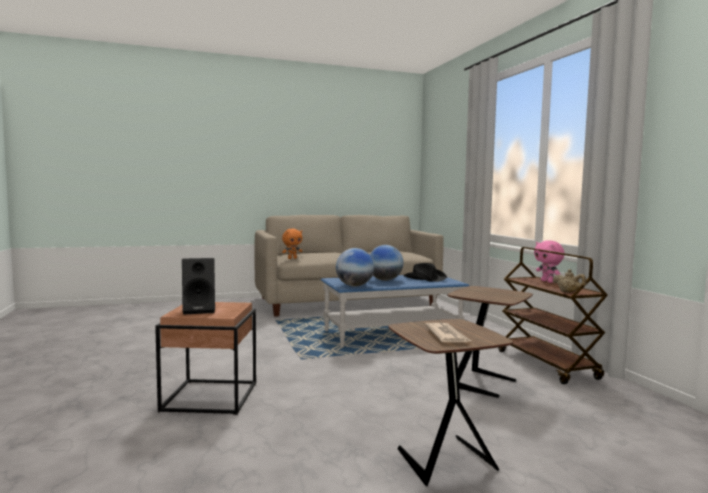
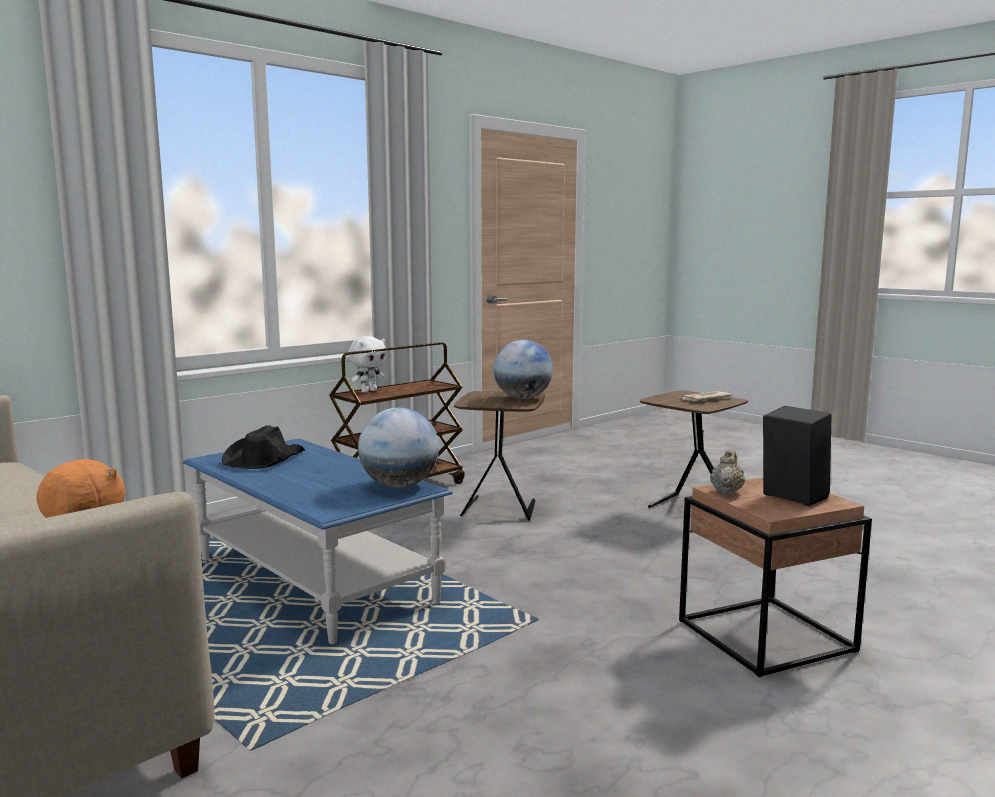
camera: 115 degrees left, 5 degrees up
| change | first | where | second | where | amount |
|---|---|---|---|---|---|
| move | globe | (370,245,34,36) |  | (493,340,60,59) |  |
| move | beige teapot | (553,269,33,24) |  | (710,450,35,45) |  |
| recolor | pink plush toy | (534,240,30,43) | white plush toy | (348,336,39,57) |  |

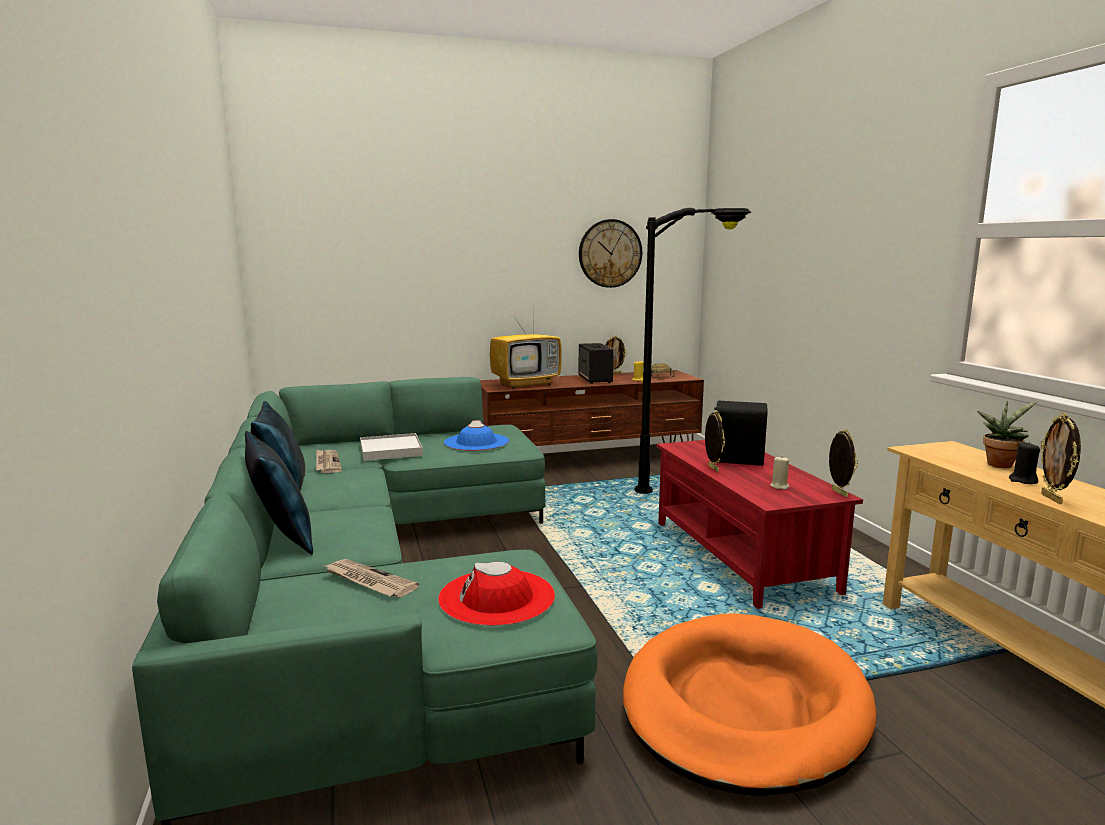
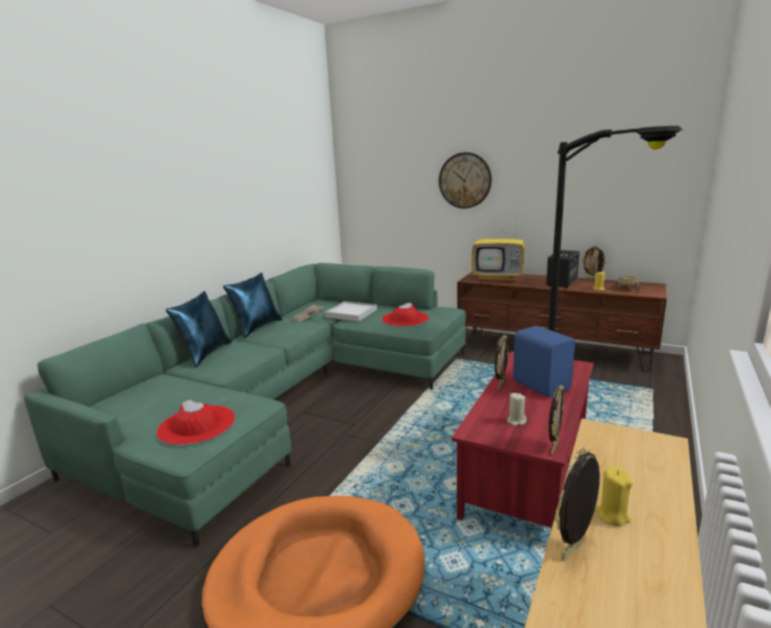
camera: 45 degrees right, 5 degrees up
| change | first | where | second | where | amount |
|---|---|---|---|---|---|
| delete | newspaper | (324,559,95,38) |  |  |  |
| delete | potted plant | (977,401,61,67) |  |  |  |
| move | wall clock | (579,219,63,69) |  | (439,152,53,57) |  |
| recolor | blue hat | (444,420,65,31) | red hat | (382,303,47,23) |  |
| recolor | black speaker | (714,401,54,65) | blue speaker | (513,326,62,71) |  |
| recolor | black candle | (1009,441,31,43) | yellow candle | (595,467,37,59) |  |

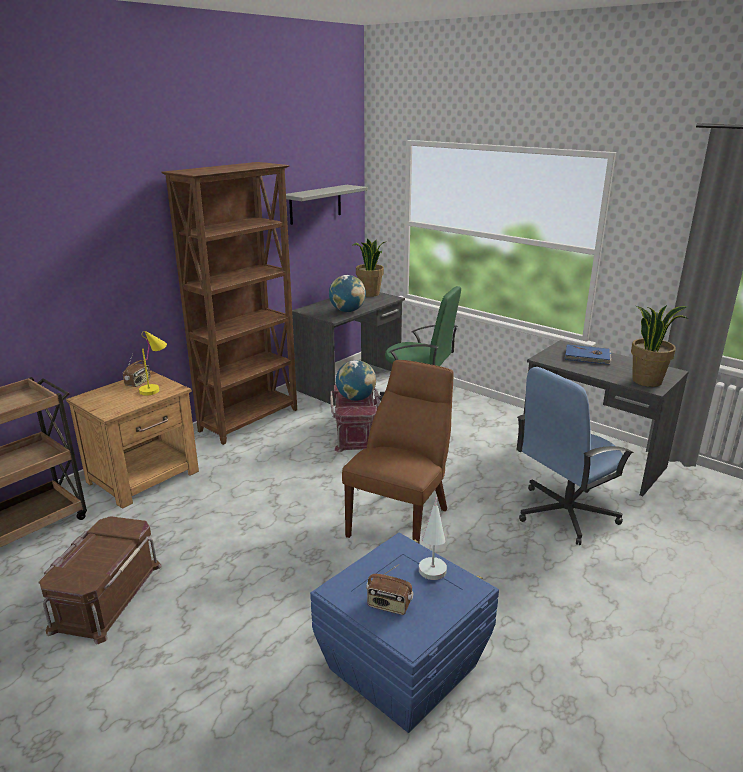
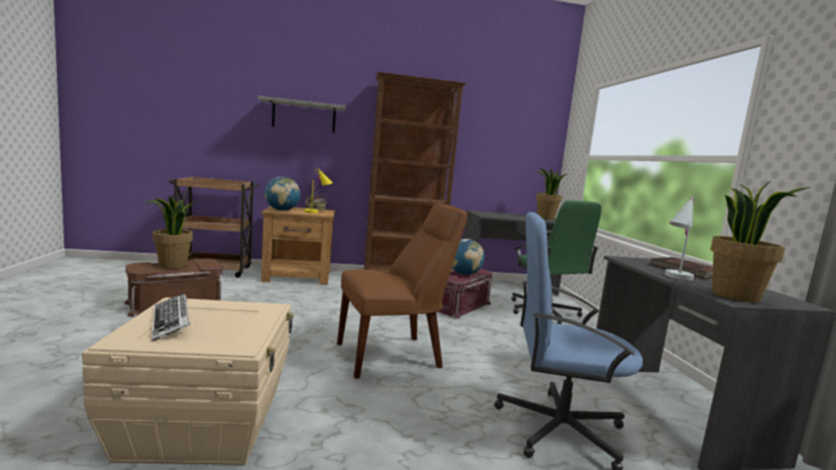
camera: 40 degrees right, 15 degrees down
| change | first | where | second | where | amount |
|---|---|---|---|---|---|
| insert |  |  | potted plant | (146,196,51,72) |  |
| move | grey shelf | (286,185,82,40) |  | (258,96,88,37) |  |
| move | globe | (329,275,37,37) |  | (265,177,35,34) |  |
| move | white table lamp | (419,497,28,83) |  | (665,197,29,83) |  |
| replace | radio | (366,564,47,51) | keyboard | (152,294,38,47) |  |
| recolor | blue storage box | (310,533,189,200) | beige storage box | (82,297,212,168) |  |
| recolor | blue book | (565,344,46,21) | brown book | (649,257,64,22) |  |

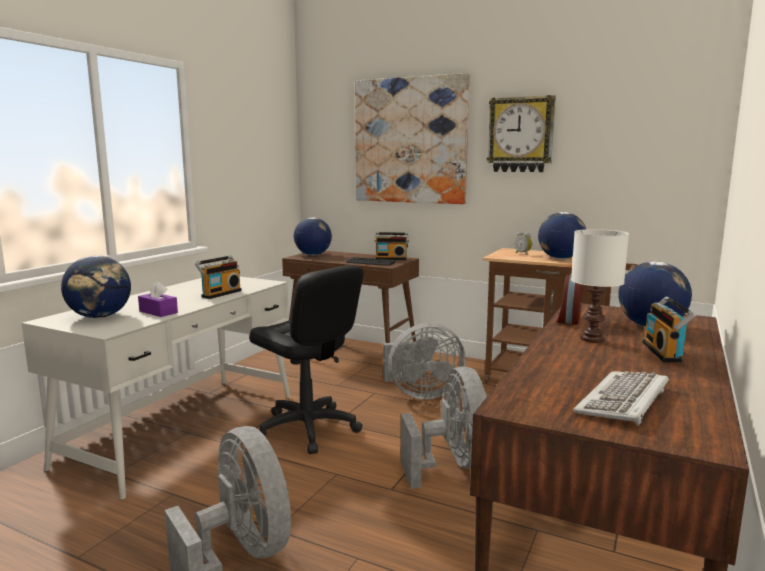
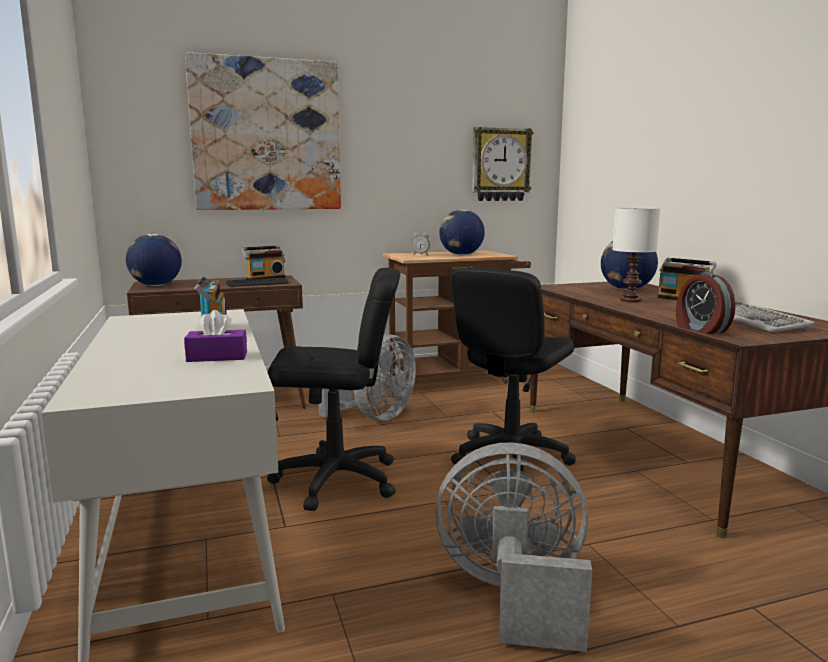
camera: 45 degrees left, 0 degrees up
| change | first | where | second | where | amount |
|---|---|---|---|---|---|
| delete | globe | (61,255,70,63) |  |  |  |
| move | wall clock | (487,95,69,77) |  | (472,127,61,74) |  |
| move | alarm clock | (557,273,26,52) |  | (676,272,60,62) |  |
| replace | grey fan | (401,366,86,123) | black office chair | (451,267,125,208) |  |

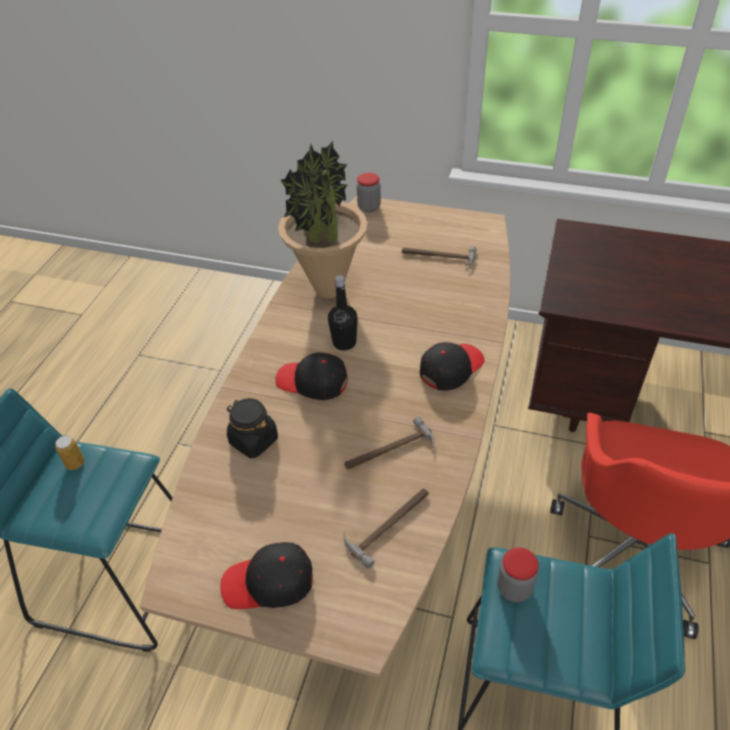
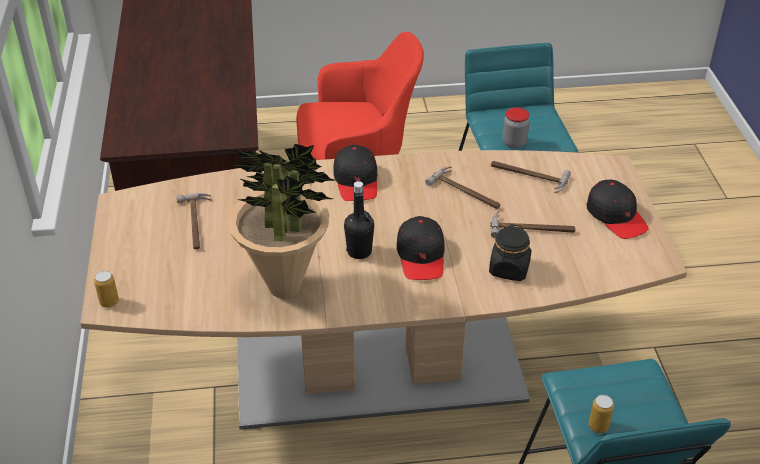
camera: 115 degrees left, 5 degrees down
| change | first | where | second | where | amount |
|---|---|---|---|---|---|
| insert |  |  | hammer | (490,210,85,28) |  |
| replace | jar | (357,173,24,39) | can | (94,271,25,37) |  |
| rotate | black cap | (420,342,64,49) |  | (333,145,44,56) | 120 degrees counterclockwise |

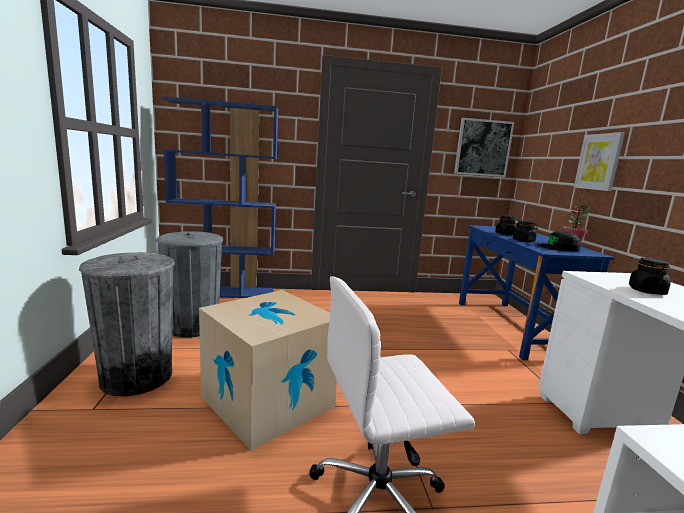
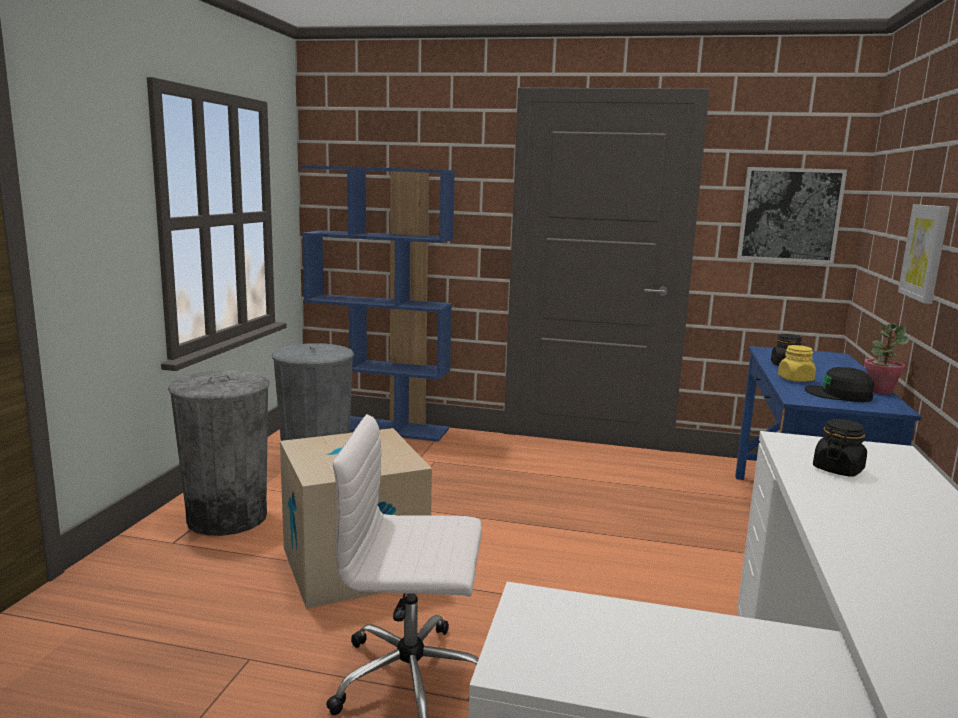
camera: 20 degrees right, 0 degrees up
| change | first | where | second | where | amount |
|---|---|---|---|---|---|
| recolor | black jar | (513,220,25,22) | yellow jar | (778,345,38,37) |  |

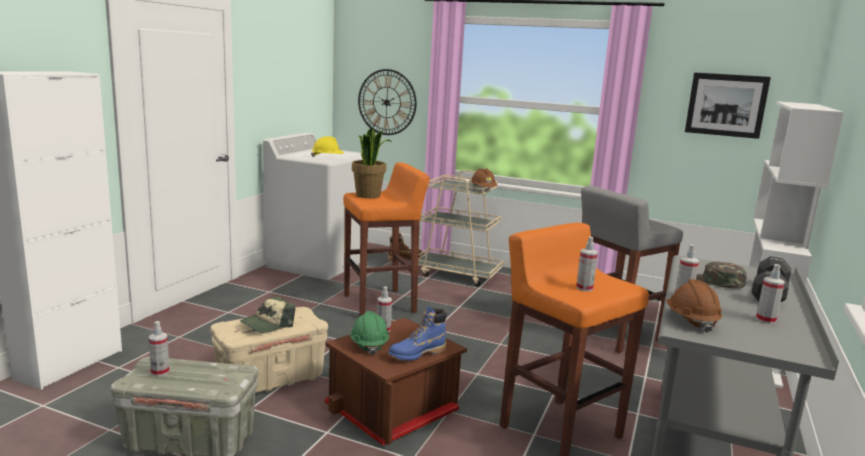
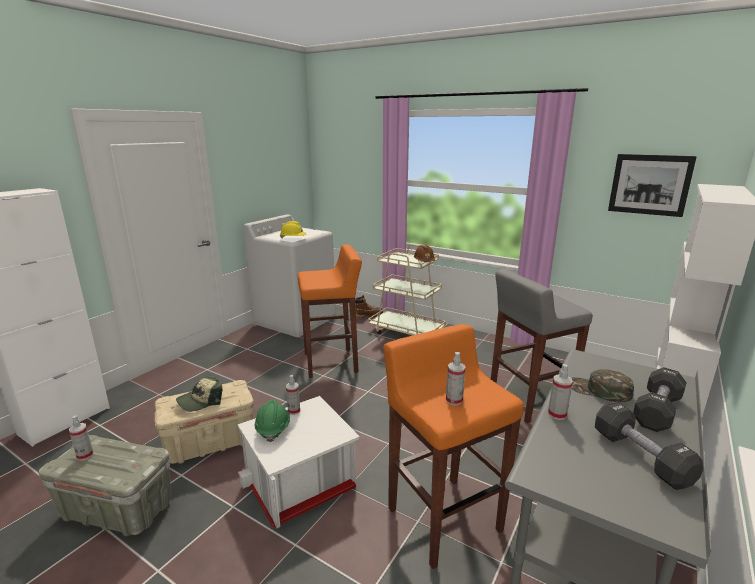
camera: 10 degrees right, 5 degrees up
| change | first | where | second | where | amount |
|---|---|---|---|---|---|
| delete | potted plant | (352,127,40,71) |  |  |  |
| delete | wall clock | (358,69,58,66) |  |  |  |
| delete | blue boot | (388,306,59,55) |  |  |  |
| delete | brown hard hat | (666,279,56,54) |  |  |  |
| replace | spray bottle | (756,264,29,60) | black dumbbell | (595,402,108,88) |  |
| recolor | brown storage box | (324,318,143,127) | white storage box | (237,396,123,132) |  |

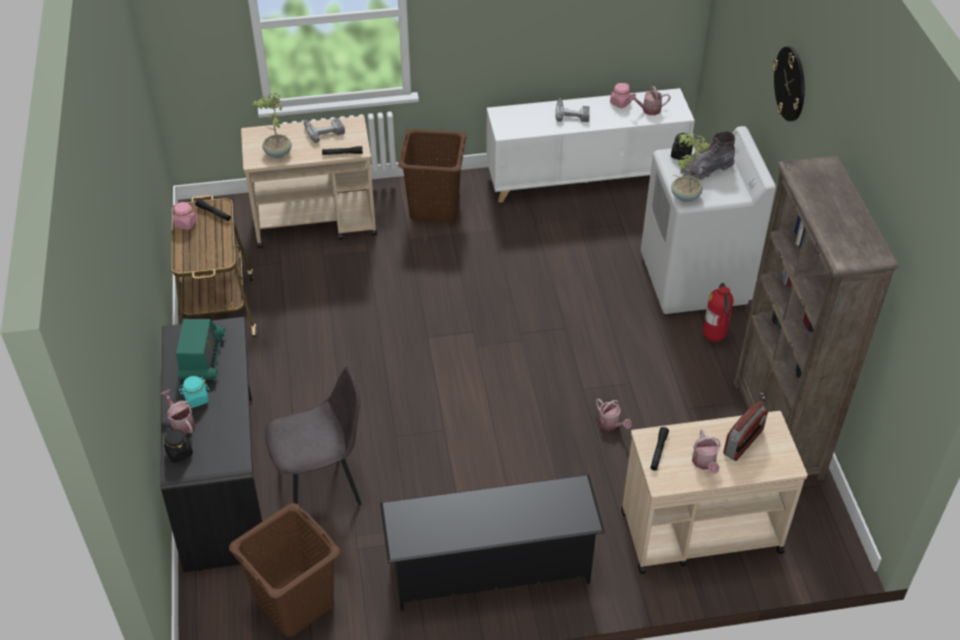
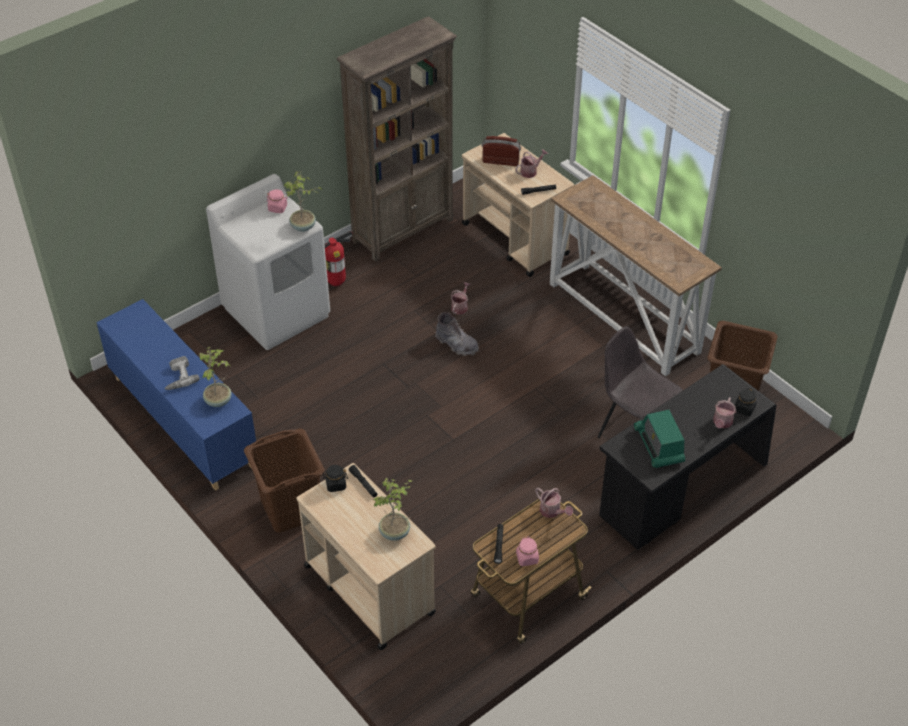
camera: 120 degrees left, 0 degrees up
| change | first | where | second | where | amount |
|---|---|---|---|---|---|
| delete | turquoise jar | (179,376,30,32) |  |  |  |
| delete | power drill | (304,118,41,25) |  |  |  |
| delete | wall clock | (773,46,32,75) |  |  |  |
| insert |  |  | potted plant | (199,347,33,60) |  |
| move | pink jar | (610,83,21,25) |  | (267,189,21,24) |  |
| move | watering can | (629,86,41,29) |  | (535,488,38,30) |  |
| move | black jar | (671,133,22,27) |  | (322,465,26,27) |  |
| move | grey boot | (680,131,55,49) |  | (435,312,44,44) |  |
| replace | black shoe rack | (380,475,225,136) | console table | (550,175,172,201) |  |
| recolor | white cabinet | (486,88,209,115) | blue cabinet | (96,299,160,192) |  |
| rotate | radio | (176,319,49,61) |  | (634,410,51,58) | 75 degrees counterclockwise |

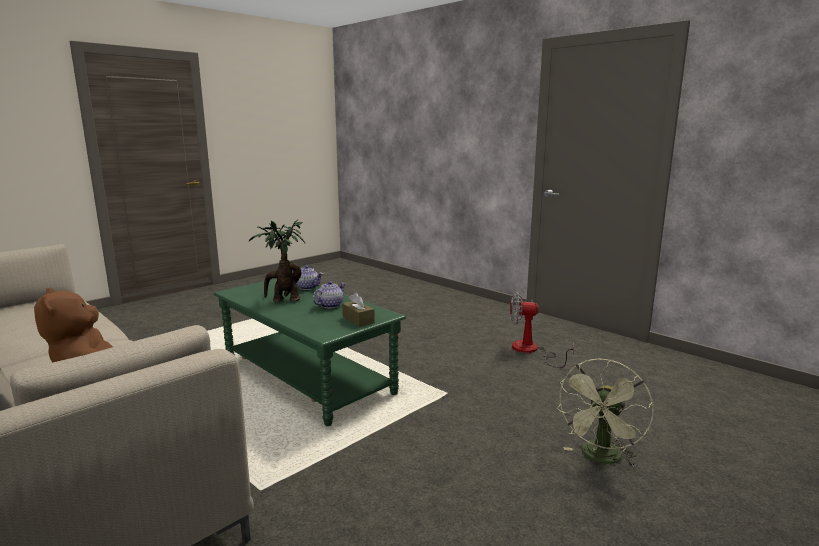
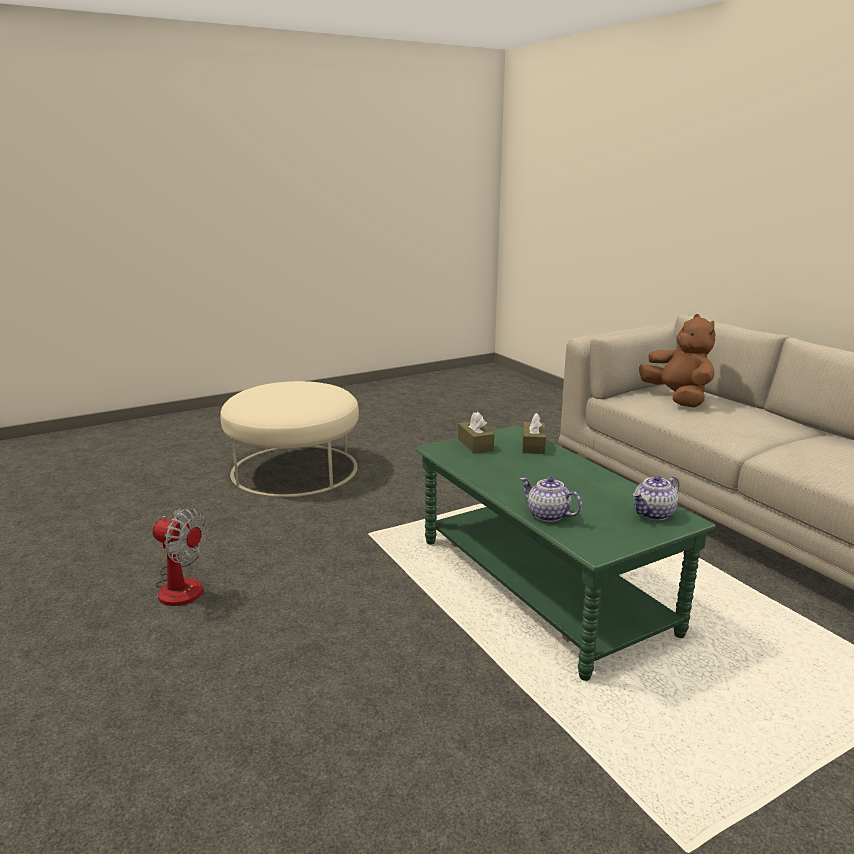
camera: 165 degrees left, 5 degrees up
| change | first | where | second | where | amount |
|---|---|---|---|---|---|
| delete | potted plant | (248,220,57,82) |  |  |  |
| insert |  |  | brown tissue box | (522,413,24,41) |  |
| move | teapot | (312,281,34,27) |  | (633,476,46,44) |  |
| replace | green fan | (556,359,98,108) | beige ottoman | (220,381,139,116) |  |

